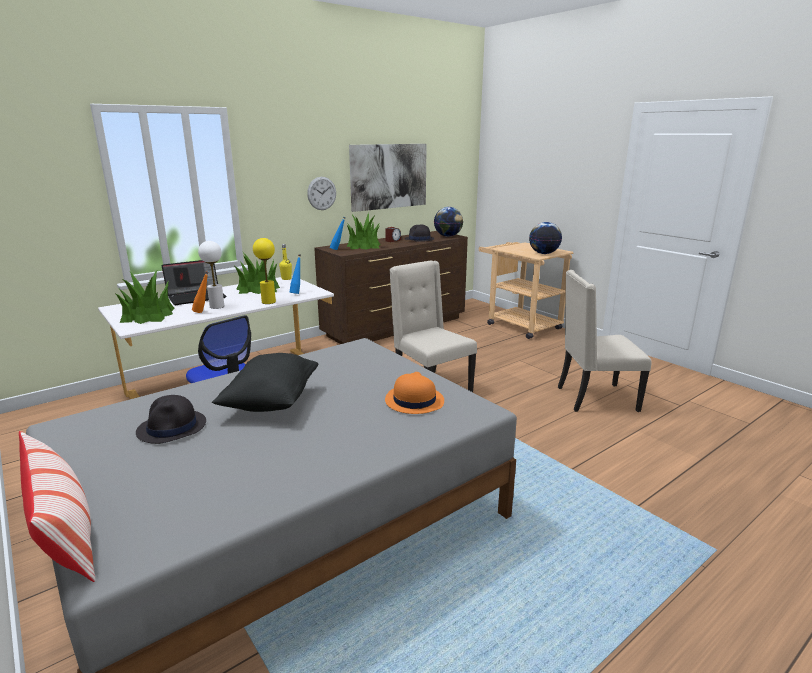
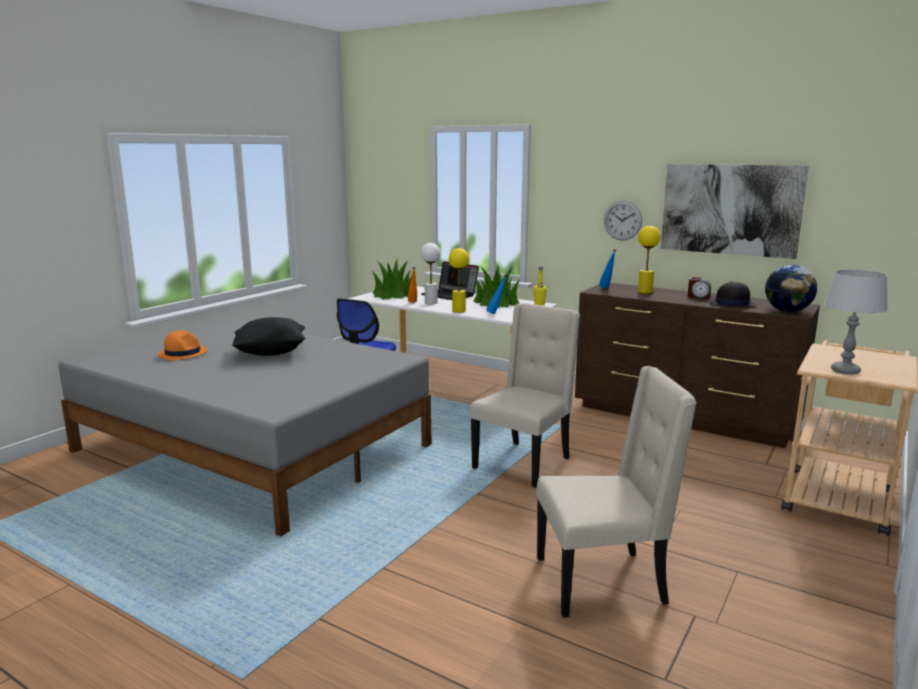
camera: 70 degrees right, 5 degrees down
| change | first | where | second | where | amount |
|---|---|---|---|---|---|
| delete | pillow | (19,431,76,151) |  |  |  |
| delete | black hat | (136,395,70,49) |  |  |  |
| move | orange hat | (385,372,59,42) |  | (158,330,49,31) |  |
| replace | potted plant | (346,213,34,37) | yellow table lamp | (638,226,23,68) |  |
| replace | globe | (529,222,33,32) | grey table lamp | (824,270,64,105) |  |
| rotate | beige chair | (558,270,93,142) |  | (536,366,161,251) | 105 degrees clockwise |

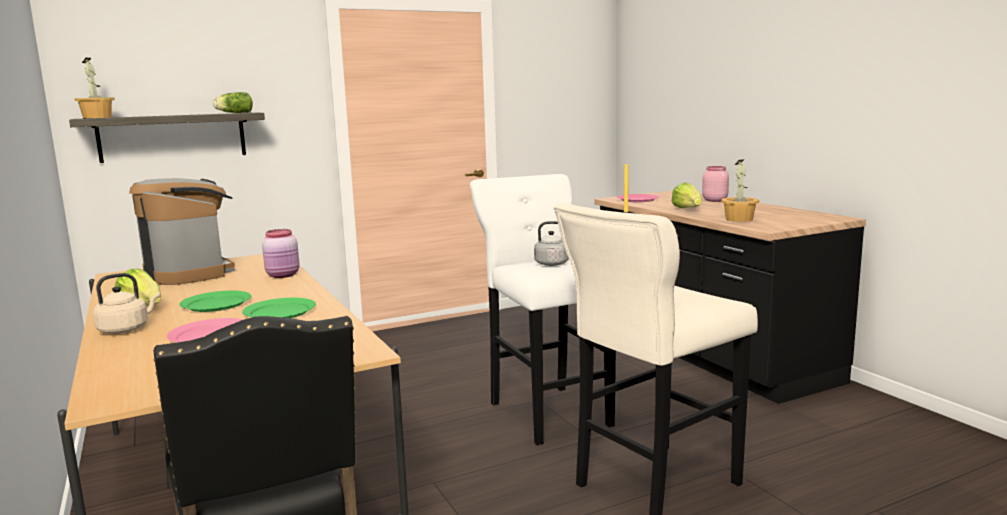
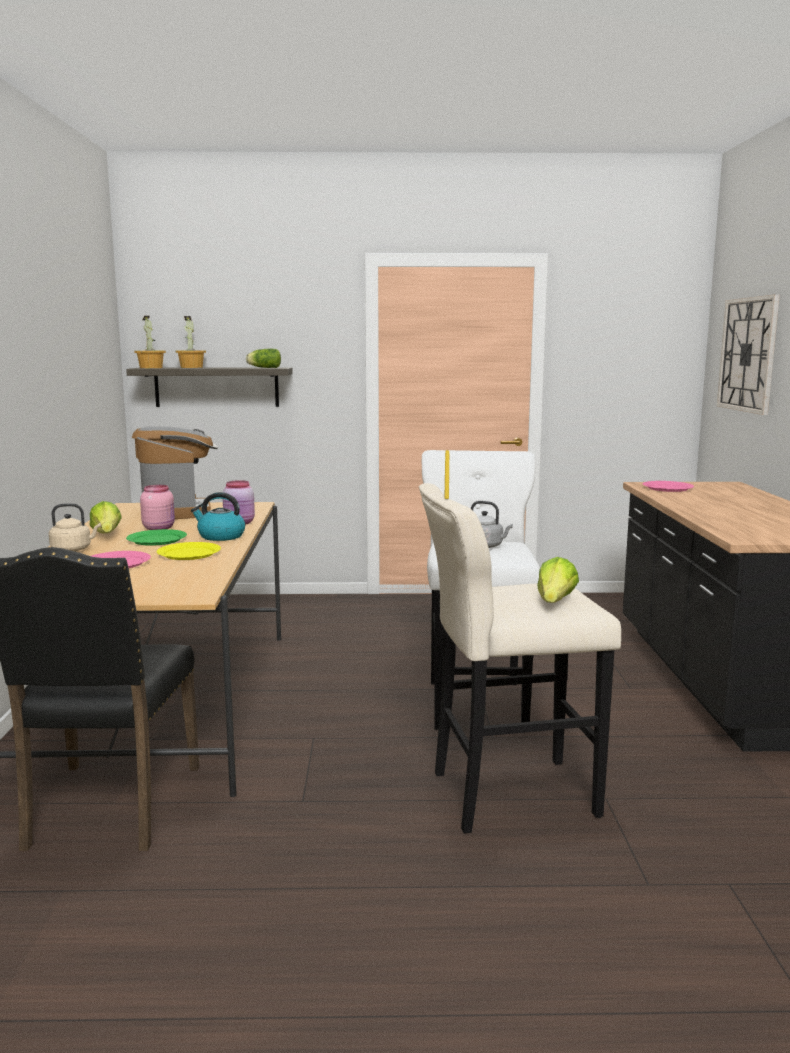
camera: 25 degrees right, 0 degrees up
| change | first | where | second | where | amount |
|---|---|---|---|---|---|
| insert |  |  | kettle | (191,492,54,49) |  |
| insert |  |  | wall clock | (717,294,63,121) |  |
| move | lettuce | (671,182,31,26) |  | (537,557,42,46) |  |
| move | pink jar | (702,166,27,36) |  | (140,485,35,45) |  |
| move | potted plant | (721,159,38,63) |  | (176,316,30,52) |  |
| recolor | green plate | (242,298,74,20) | yellow plate | (157,542,64,18) |  |

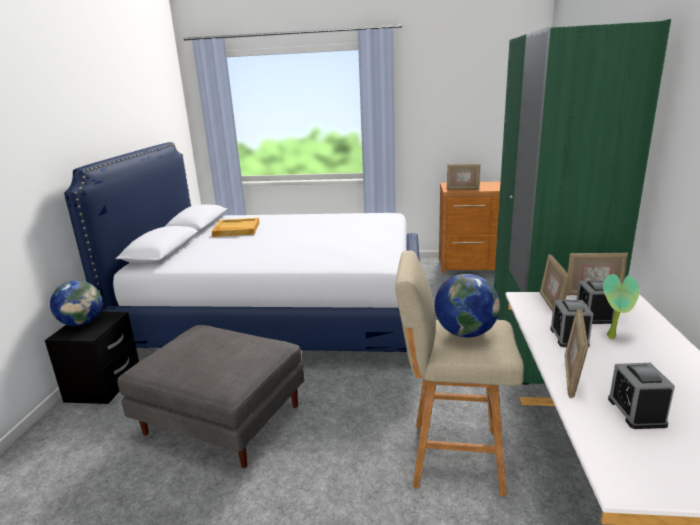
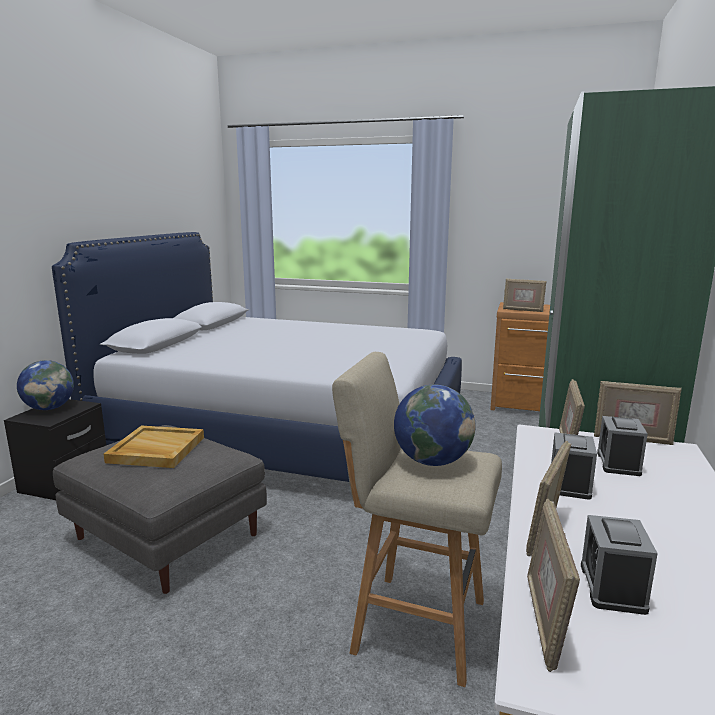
camera: 10 degrees right, 5 degrees down
| change | first | where | second | where | amount |
|---|---|---|---|---|---|
| delete | potted plant | (603,274,37,65) |  |  |  |
| insert |  |  | picture frame | (527,499,53,173) |  |
| move | beige tray | (212,218,47,19) |  | (104,426,100,42) |  |

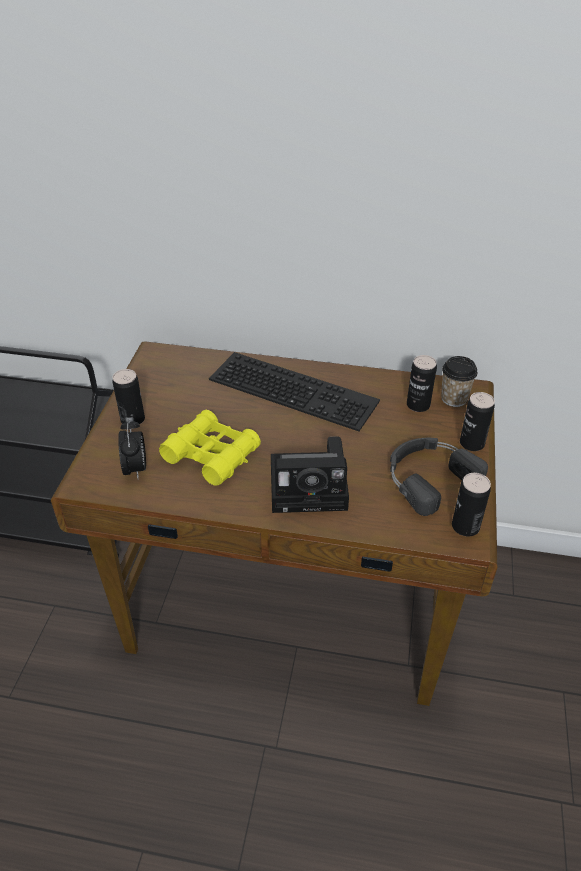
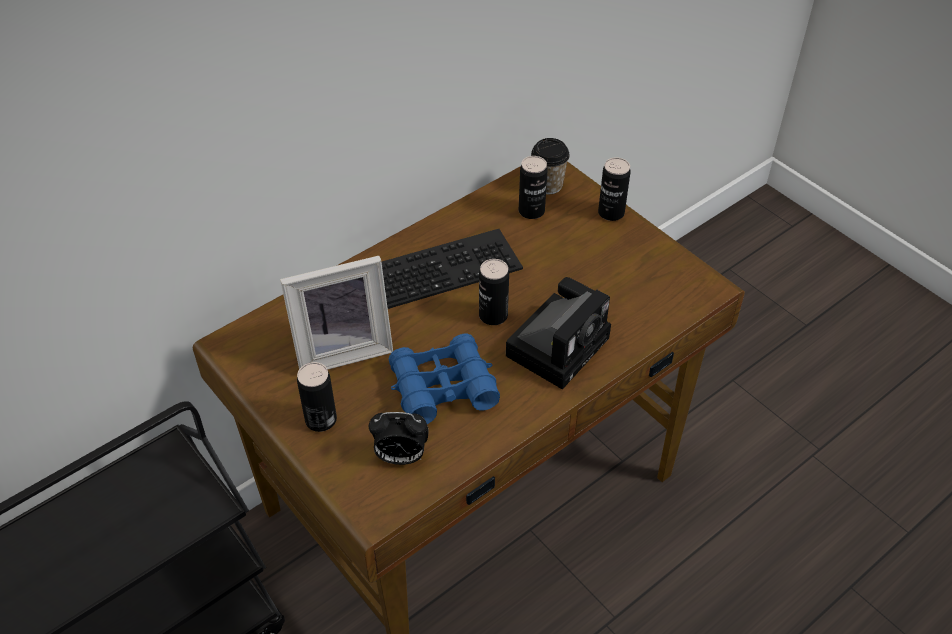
camera: 50 degrees left, 5 degrees up
| change | first | where | second | where | amount |
|---|---|---|---|---|---|
| delete | black headphones | (390,438,98,78) |  |  |  |
| insert |  |  | picture frame | (280,256,113,114) |  |
| move | can | (452,473,39,64) |  | (479,259,30,66) |  |
| recolor | yellow binoculars | (159,410,102,76) | blue binoculars | (389,333,111,91) |  |
| rotate | alarm clock | (118,419,28,59) |  | (369,412,60,53) | 150 degrees clockwise |

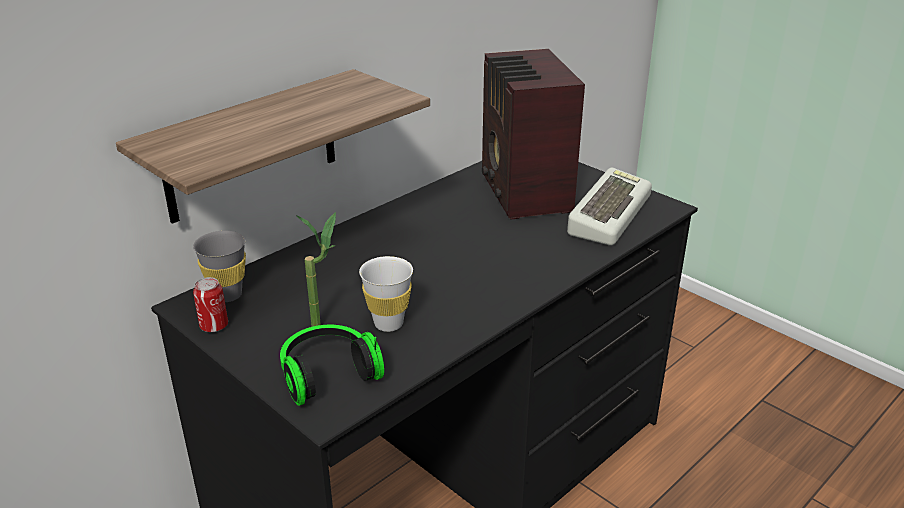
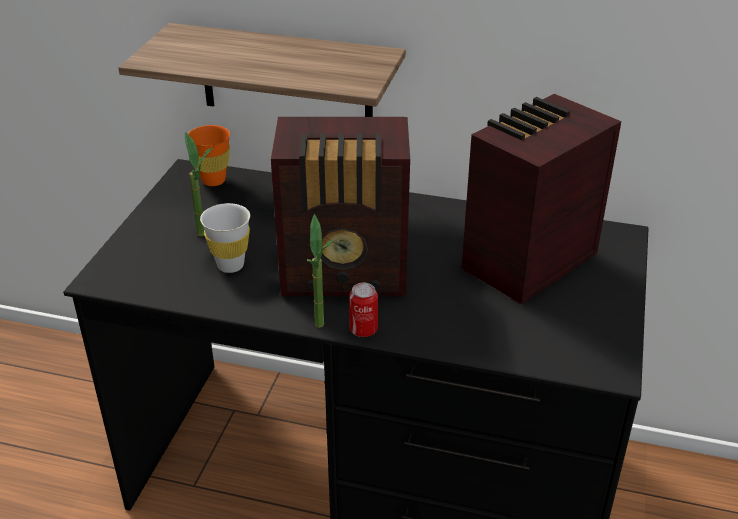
camera: 60 degrees right, 5 degrees up
| change | first | where | second | where | amount |
|---|---|---|---|---|---|
| delete | headphones | (280,325,104,81) |  |  |  |
| delete | keyboard | (567,168,85,78) |  |  |  |
| insert |  |  | radio | (271,117,139,180) |  |
| insert |  |  | potted plant | (307,214,28,114) |  |
| move | can | (193,277,35,55) |  | (349,283,29,54) |  |
| recolor | grey cup | (193,231,53,71) | orange cup | (188,125,42,61) |  |

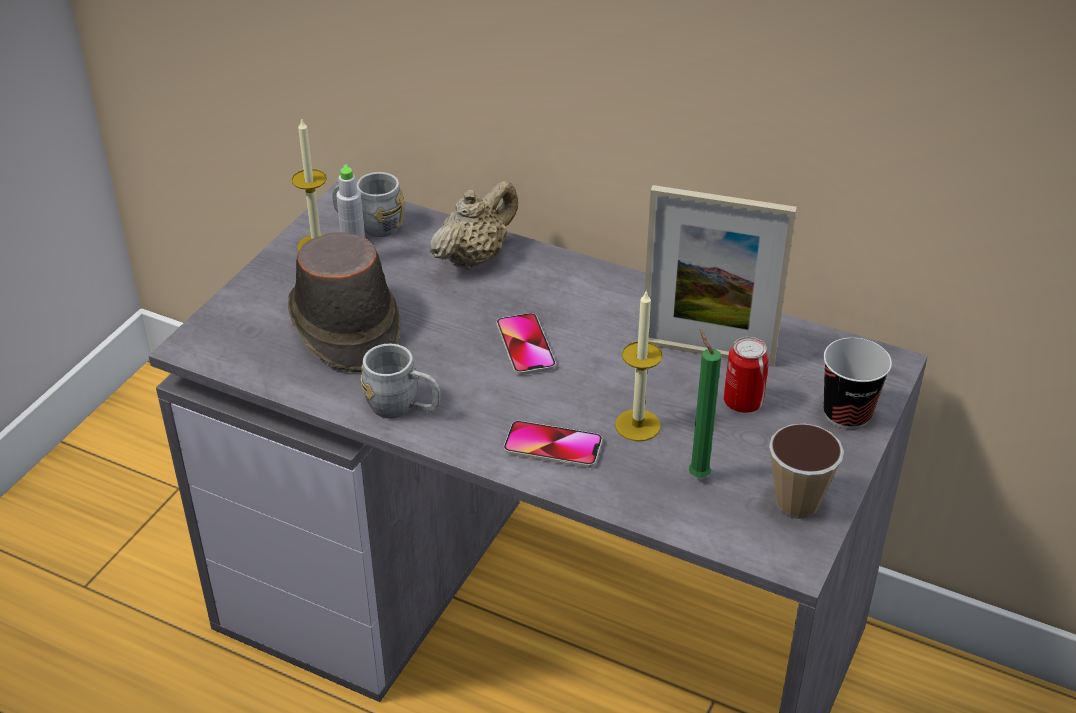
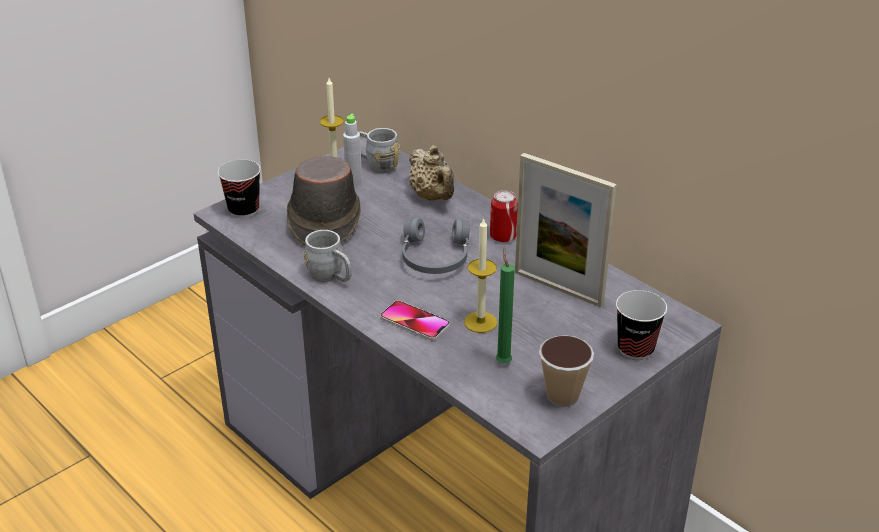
camera: 20 degrees right, 5 degrees down
| change | first | where | second | where | amount |
|---|---|---|---|---|---|
| insert |  |  | cup | (218,159,43,59) |  |
| move | can | (724,337,45,76) |  | (490,190,28,52) |  |
| replace | phone | (497,313,59,62) | grey headphones | (402,218,68,56) |  |
| rotate | beige teapot | (430,180,88,90) |  | (409,145,45,55) | 90 degrees clockwise |

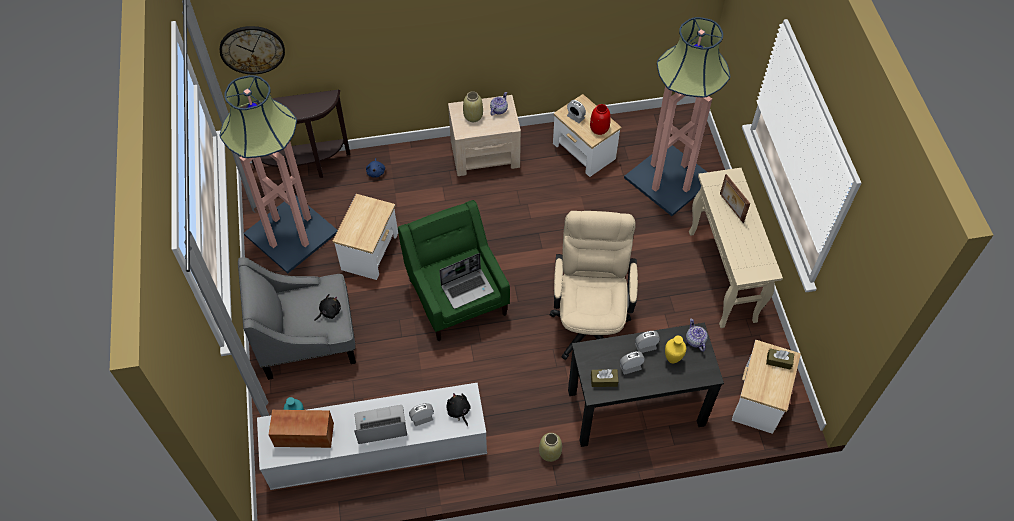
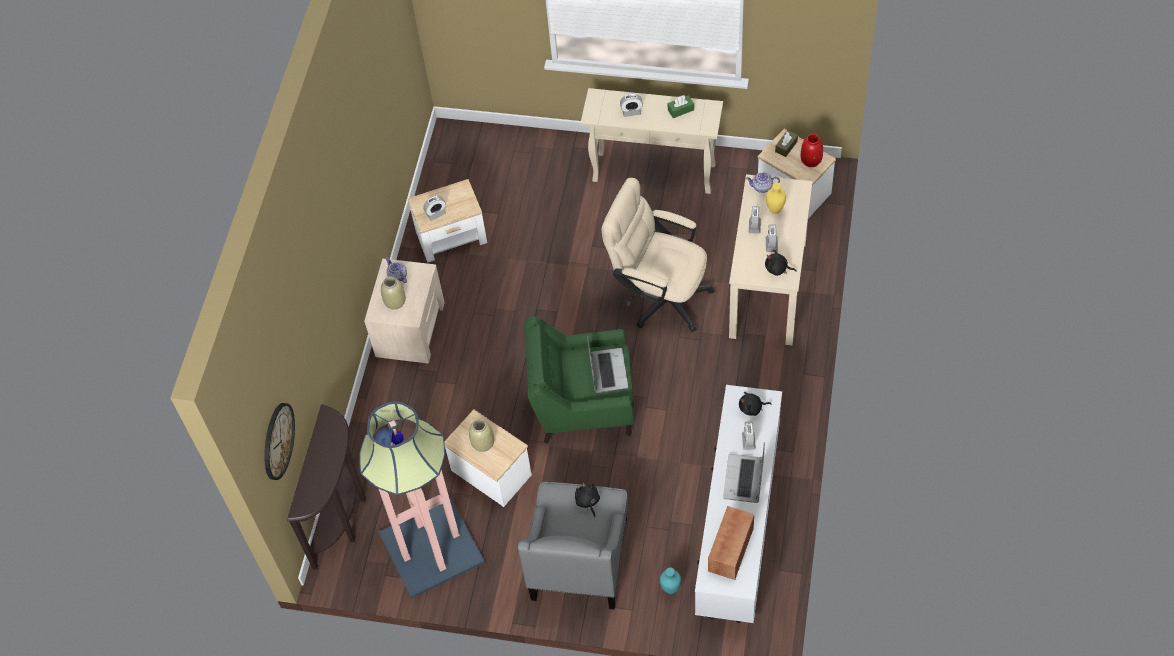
camera: 65 degrees left, 0 degrees up
| change | first | where | second | where | amount |
|---|---|---|---|---|---|
| delete | floor lamp | (624,17,106,199) |  |  |  |
| insert |  |  | green tissue box | (668,95,26,23) |  |
| move | beige vase | (539,433,23,29) |  | (469,419,25,33) |  |
| move | red vase | (590,104,21,31) |  | (801,134,22,33) |  |
| replace | brown tissue box | (591,369,28,18) | black plush toy | (765,250,32,26) |  |
| replace | picture frame | (720,174,30,49) | alarm clock | (620,94,23,23) |  |
| recolor | black desk | (568,322,156,125) | beige desk | (729,174,84,172) |  |

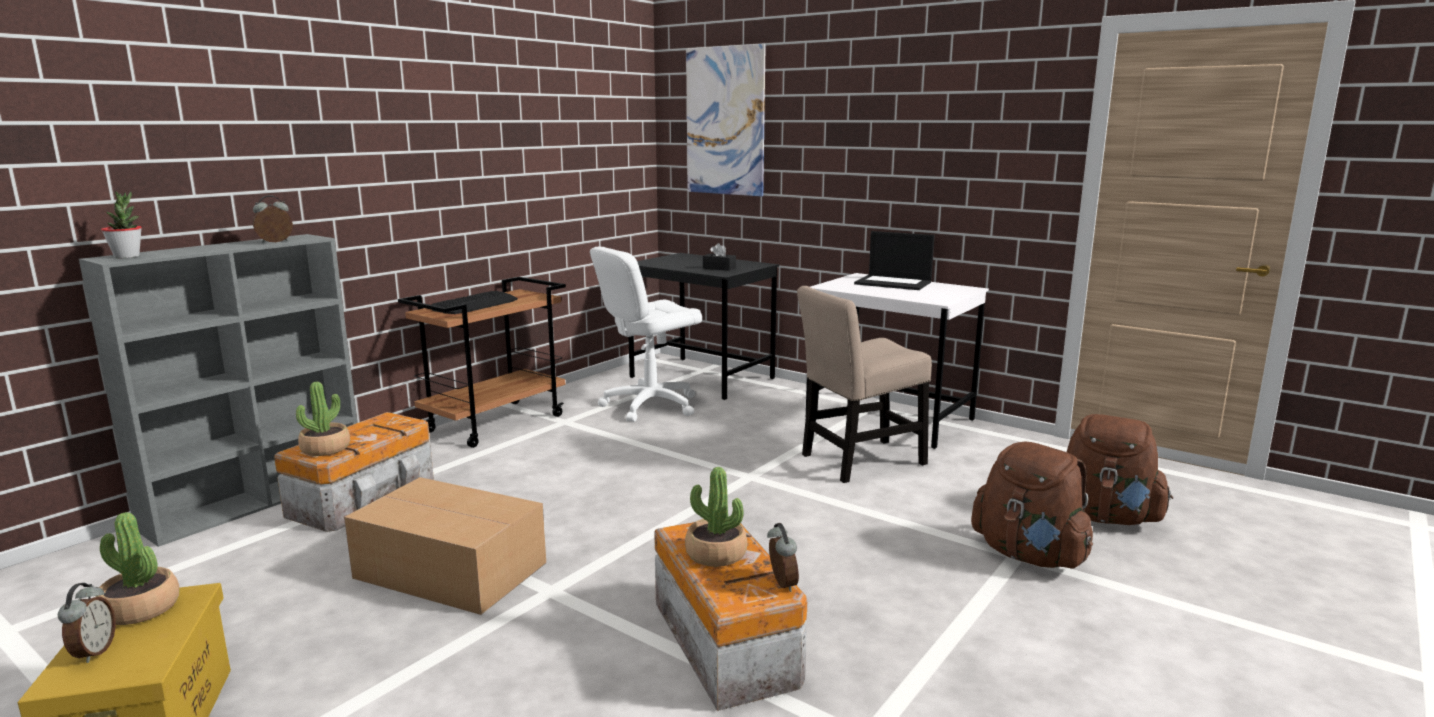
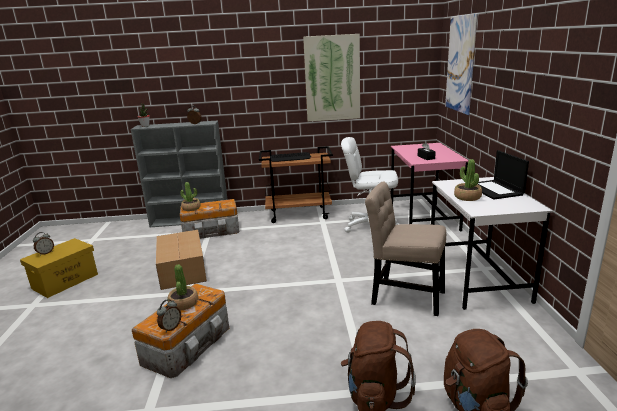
camera: 50 degrees right, 5 degrees up
| change | first | where | second | where | amount |
|---|---|---|---|---|---|
| insert |  |  | picture | (303,34,57,88) |  |
| move | potted plant | (96,512,83,113) |  | (454,159,28,42) |  |
| recolor | black desk | (628,253,151,147) | pink desk | (391,143,78,88) |  |

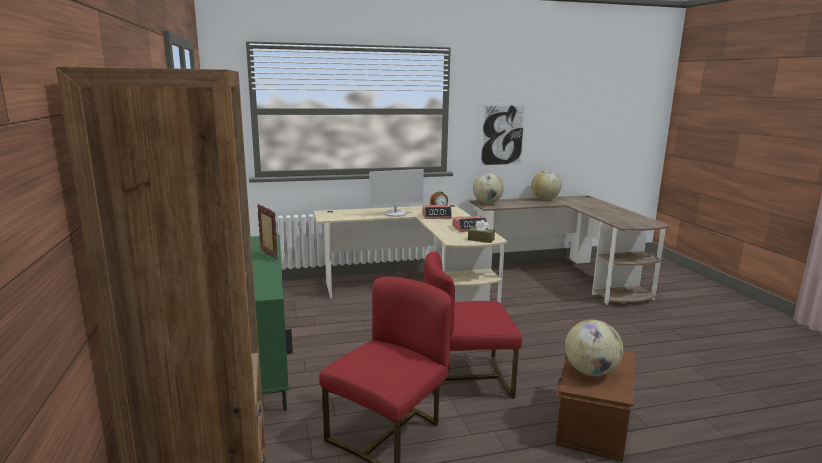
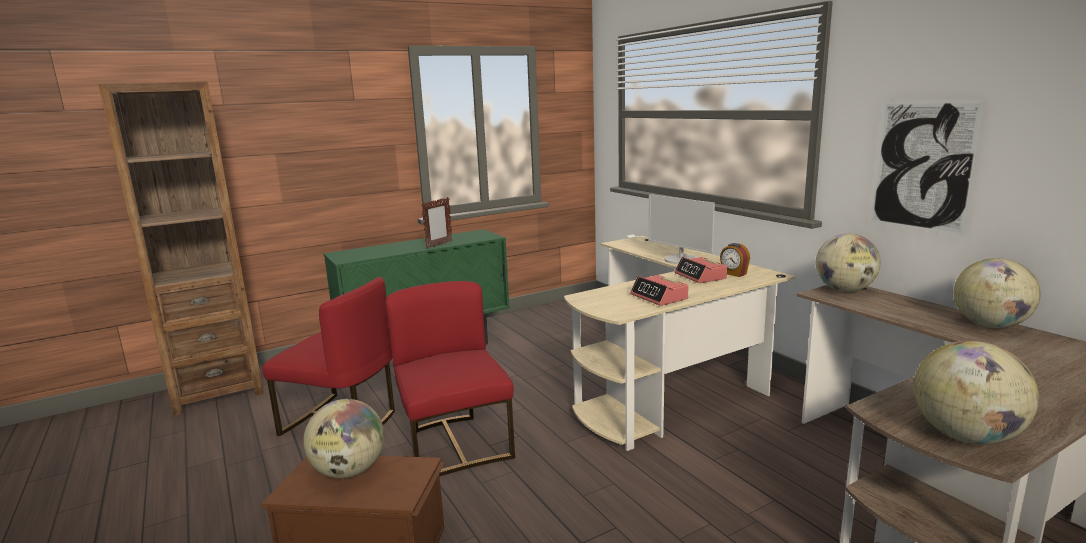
camera: 75 degrees right, 0 degrees up
| change | first | where | second | where | amount |
|---|---|---|---|---|---|
| delete | brown tissue box | (468,220,27,23) |  |  |  |
| insert |  |  | globe | (914,341,125,104) |  |

